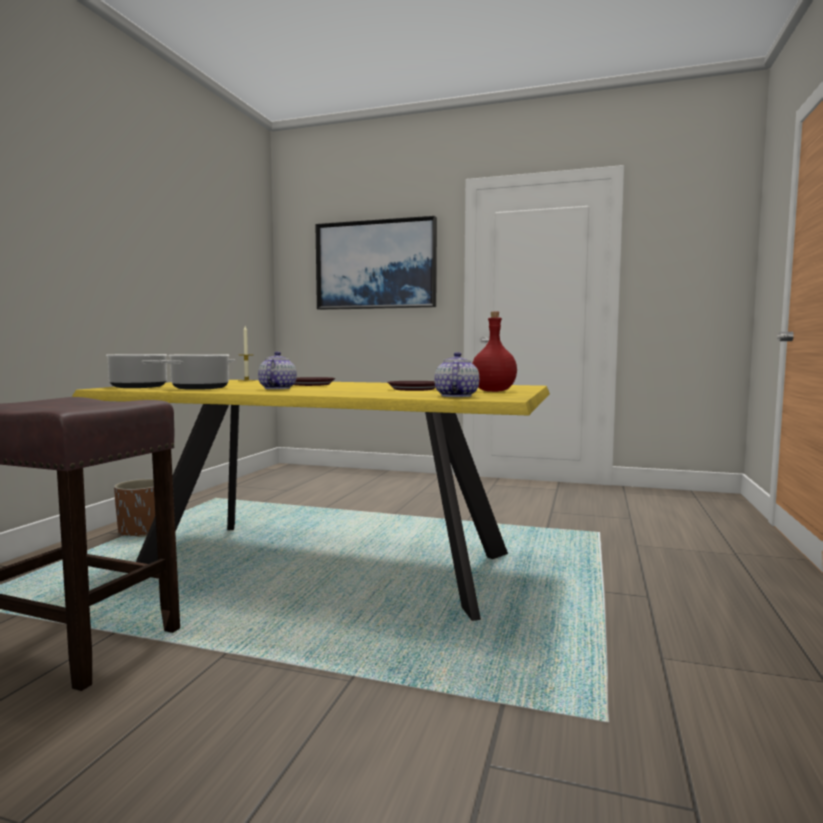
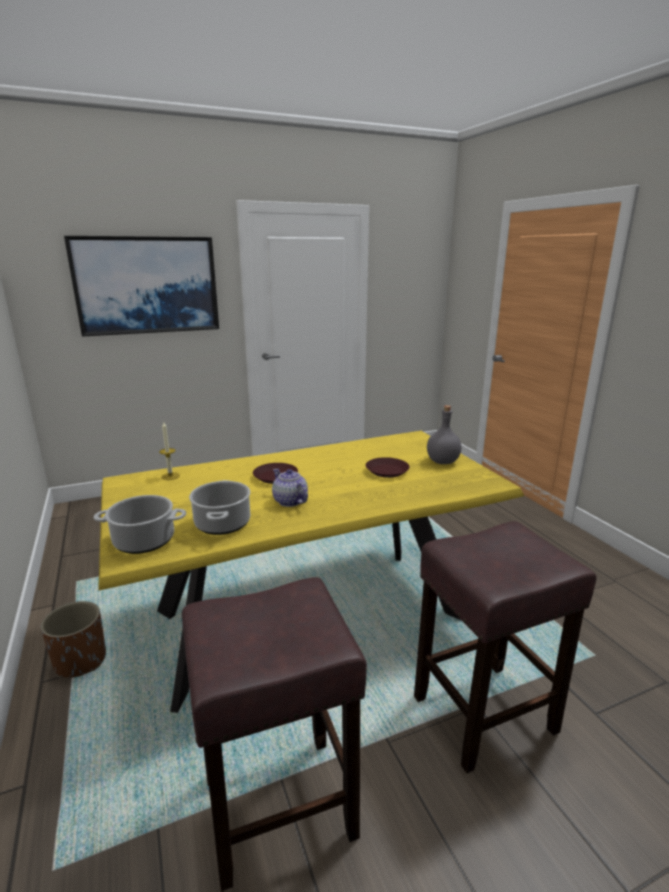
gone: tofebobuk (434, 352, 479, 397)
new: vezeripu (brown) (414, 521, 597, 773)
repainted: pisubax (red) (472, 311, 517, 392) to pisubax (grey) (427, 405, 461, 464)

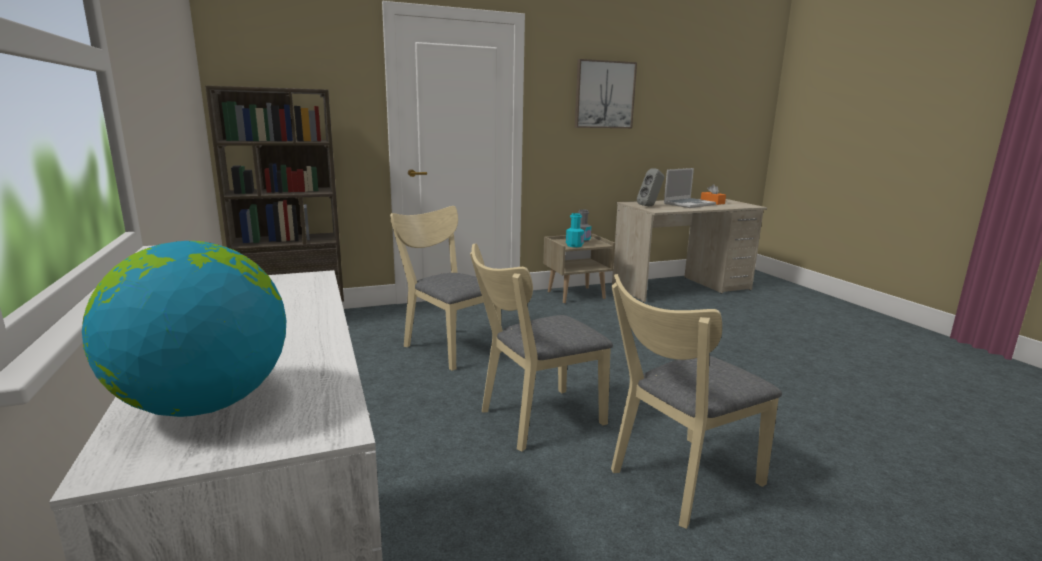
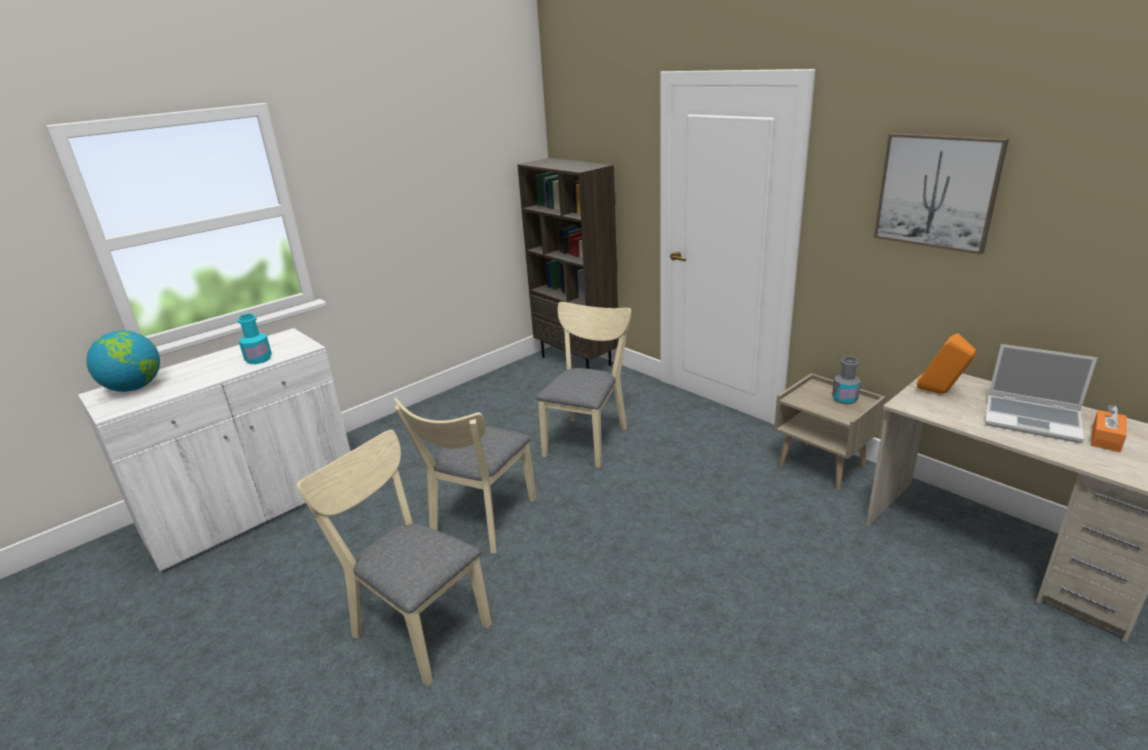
shifted: pisubax (turquoise) (566, 213, 584, 247) to (238, 314, 272, 364)
repainted: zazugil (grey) (637, 168, 664, 206) to zazugil (orange) (917, 333, 976, 394)
rotated: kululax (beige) (470, 243, 613, 452) = (394, 397, 537, 554) 105 degrees counterclockwise

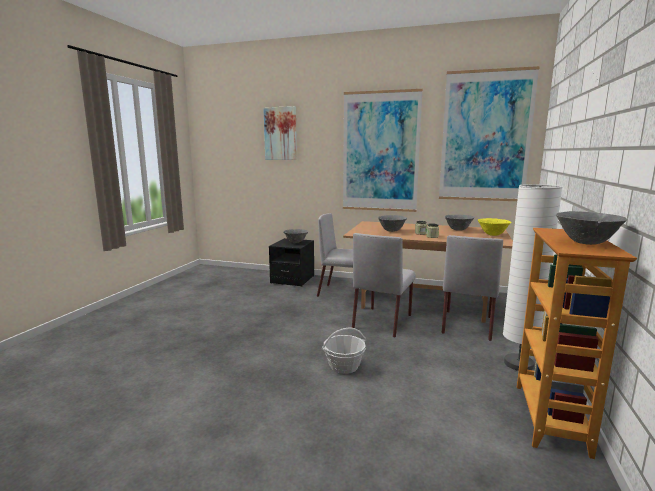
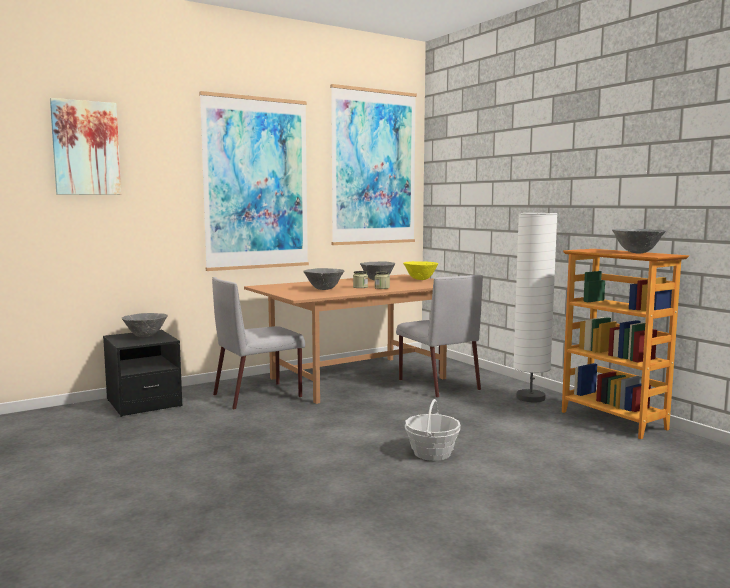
gone: kululax (grey) (352, 233, 416, 338)

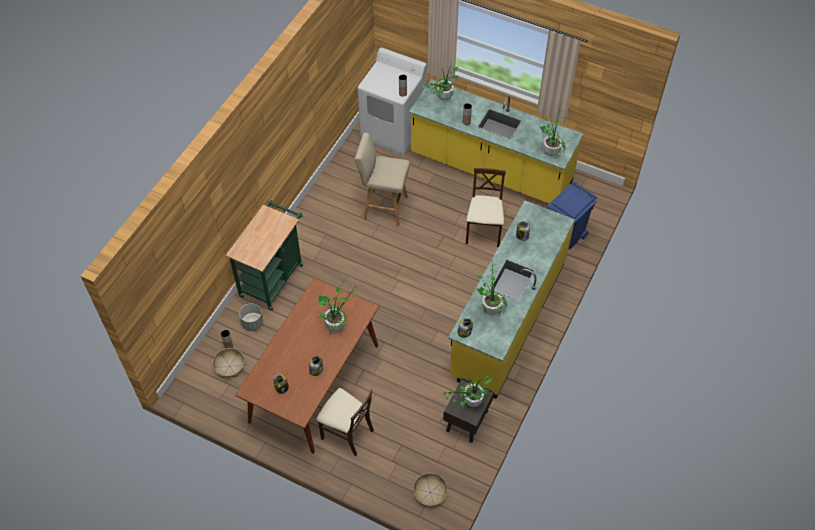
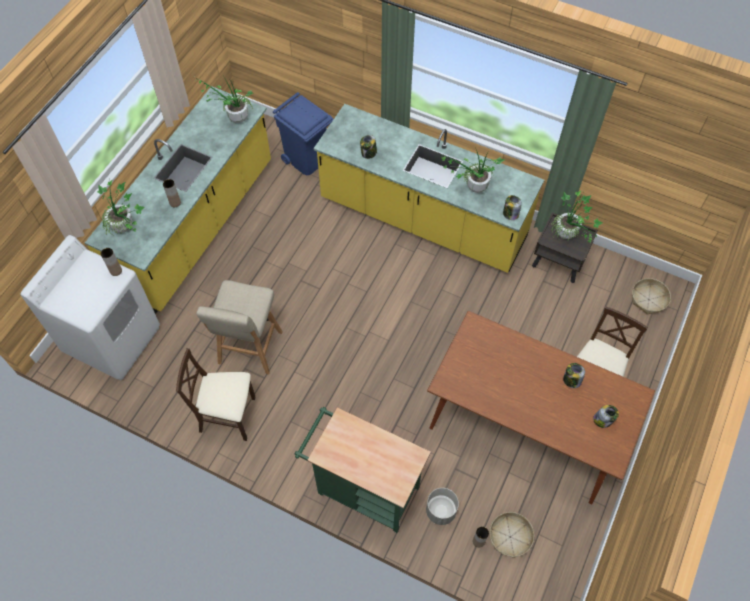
gone: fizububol (318, 284, 358, 333)
shifted: kululax (beige) (466, 168, 506, 247) to (176, 348, 256, 441)

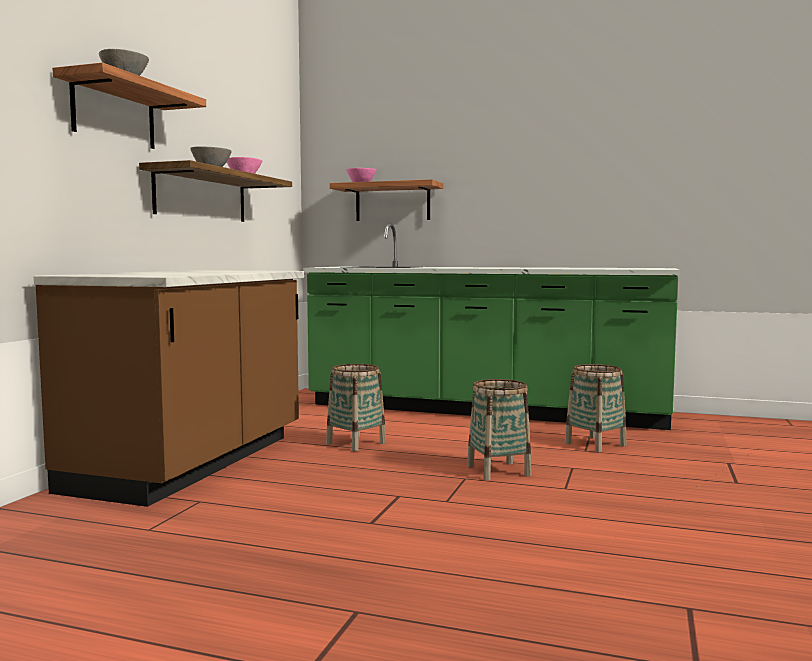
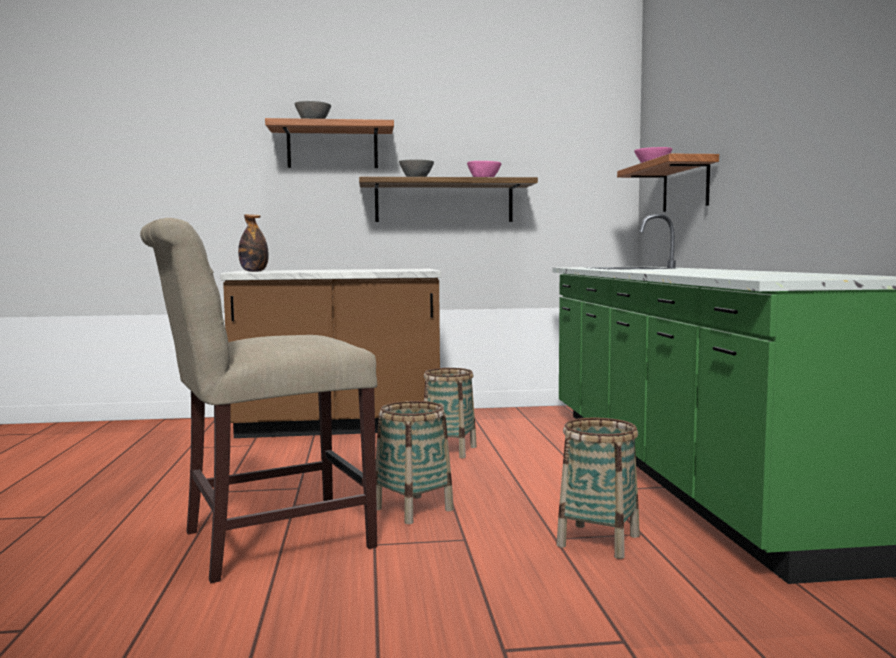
new: kululax (beige) (140, 218, 377, 583); pisubax (238, 214, 269, 272)

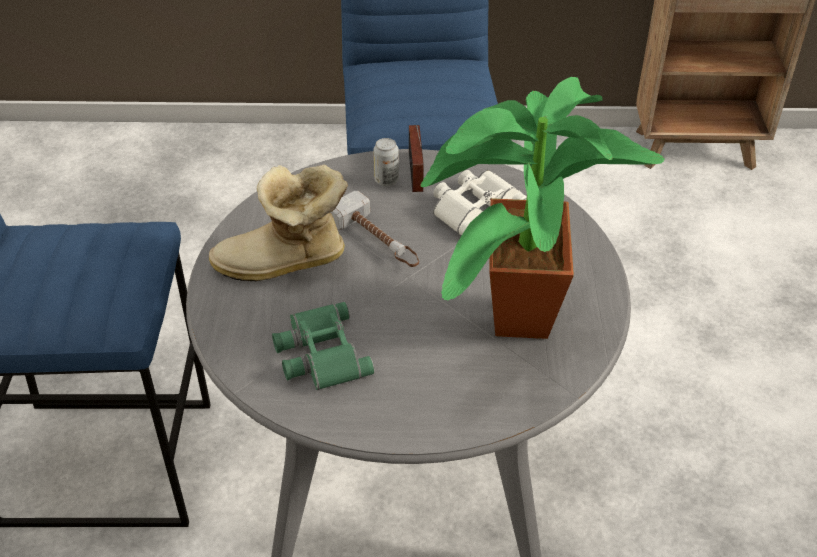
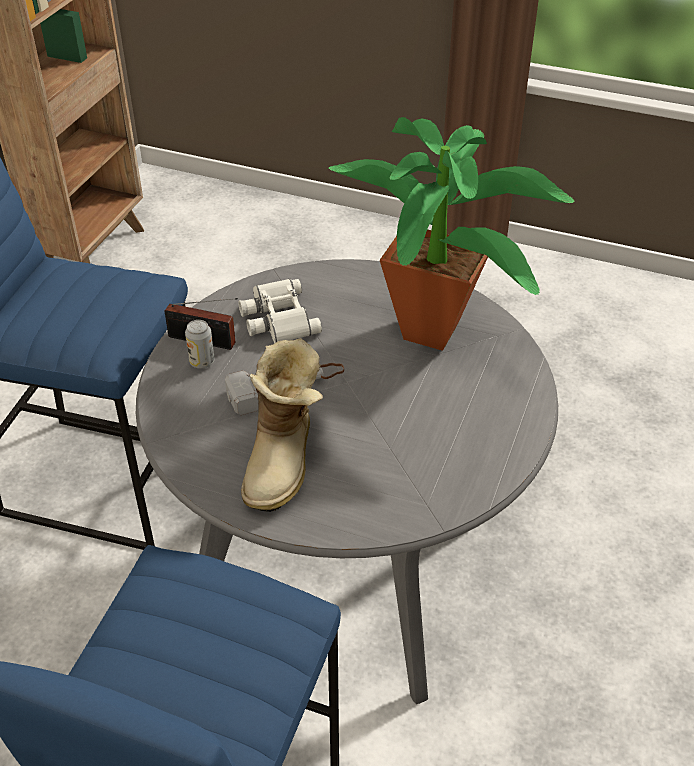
gone: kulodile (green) (272, 302, 375, 390)

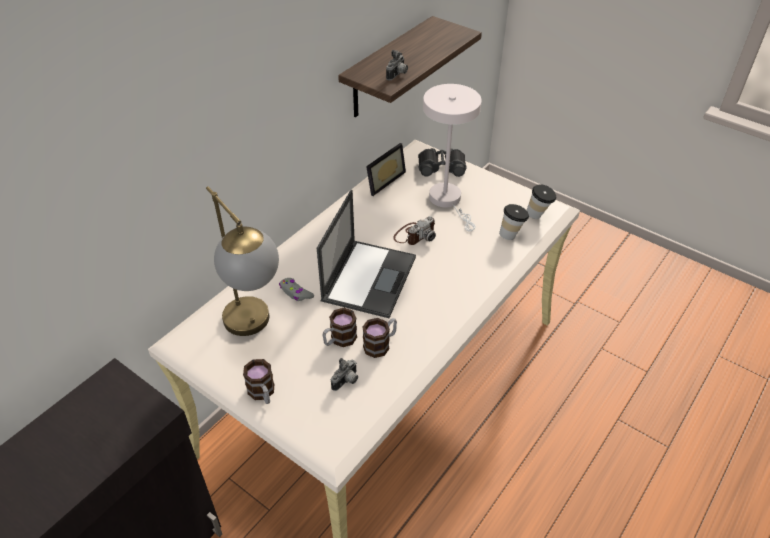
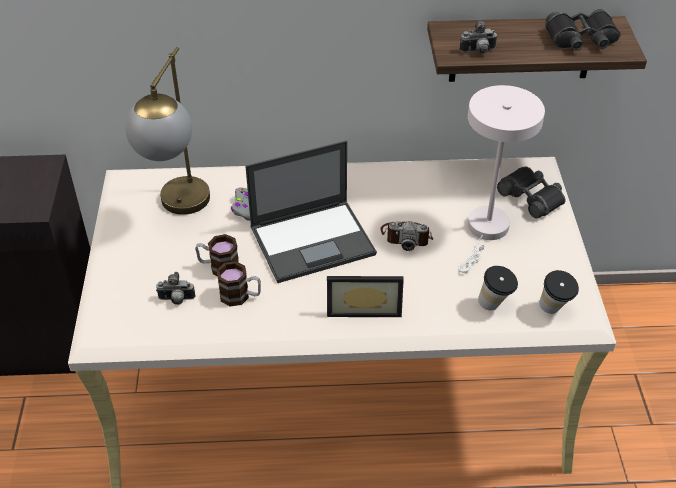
gone: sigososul (243, 359, 274, 404)
new: kulodile (black) (545, 9, 621, 50)
shifted: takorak (366, 143, 406, 196) to (327, 276, 404, 317)

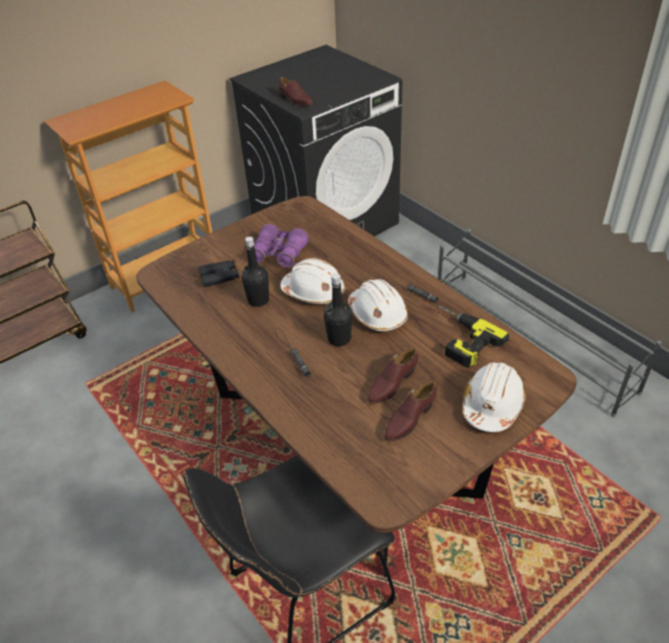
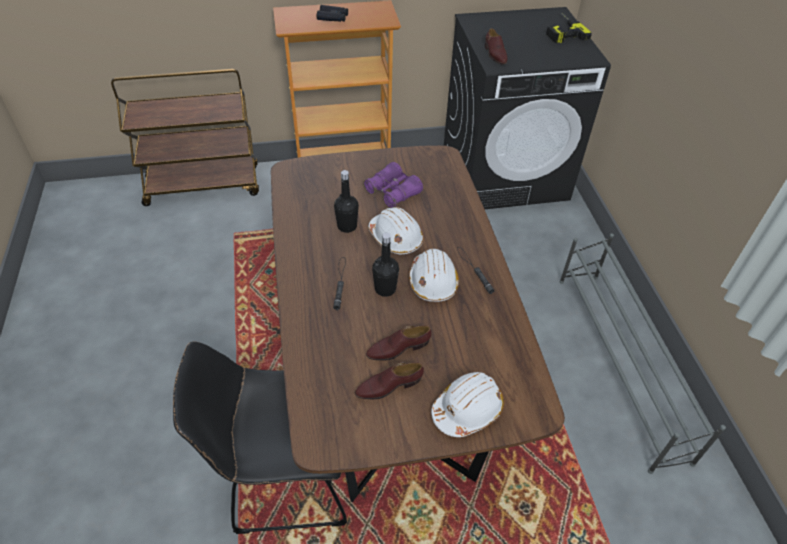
shifted: kulodile (black) (198, 259, 239, 287) to (317, 5, 348, 22); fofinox (438, 305, 509, 368) to (546, 12, 592, 43)

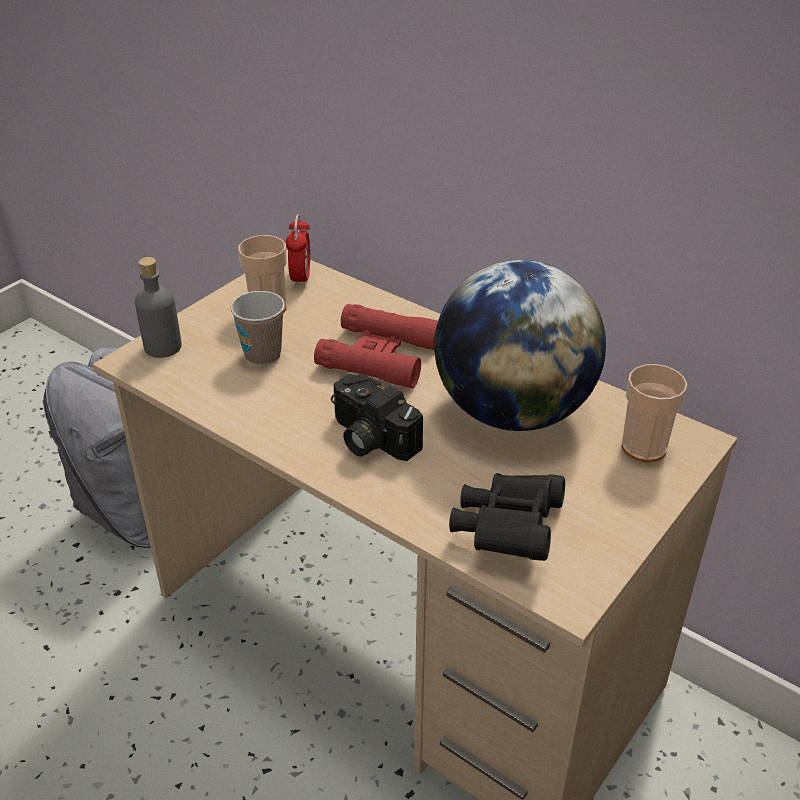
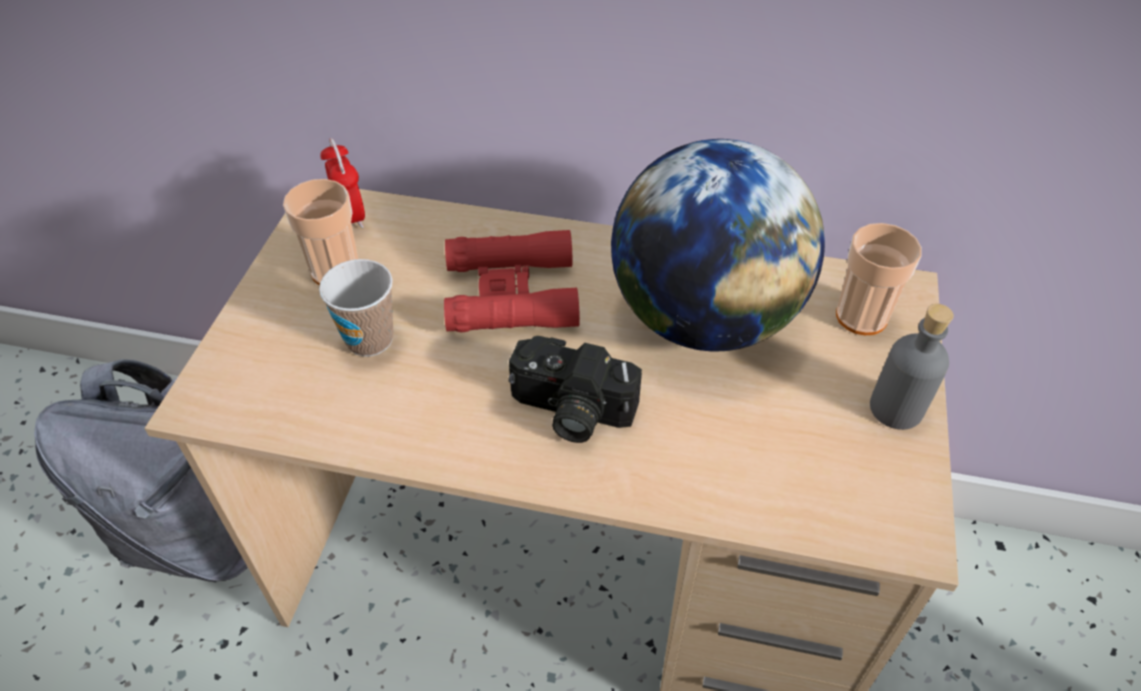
gone: kulodile (black) (449, 473, 565, 561)
shifted: pisubax (grey) (135, 257, 182, 358) to (870, 304, 954, 430)

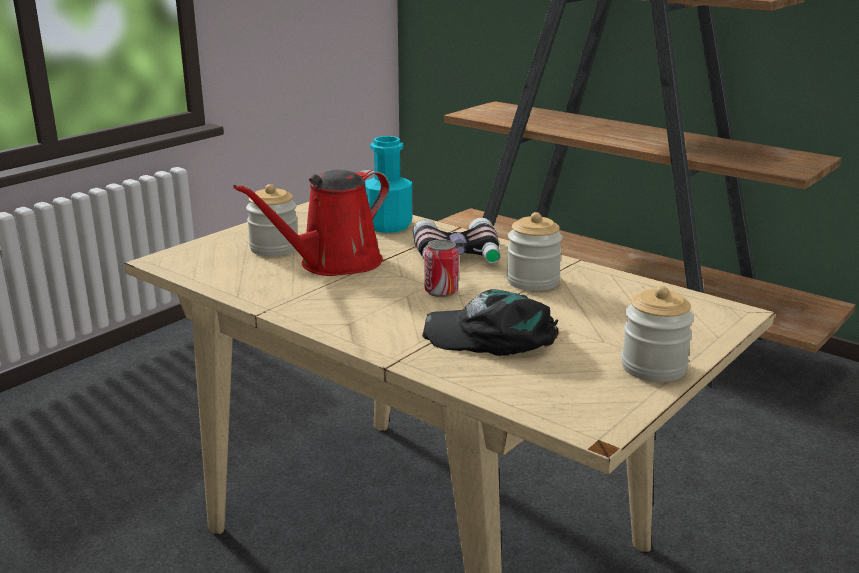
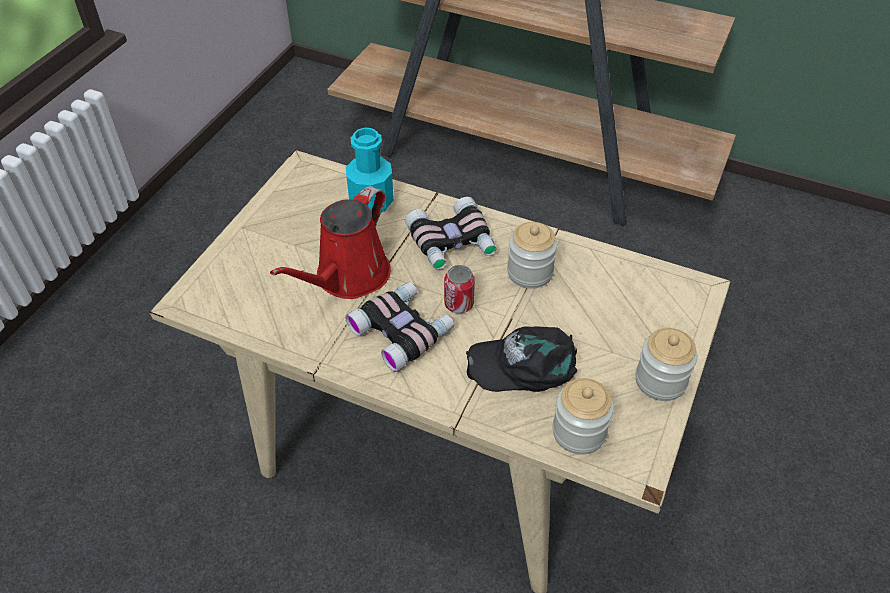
new: kulodile (345, 282, 454, 372)
shifted: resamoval (246, 184, 298, 256) to (552, 378, 614, 455)

